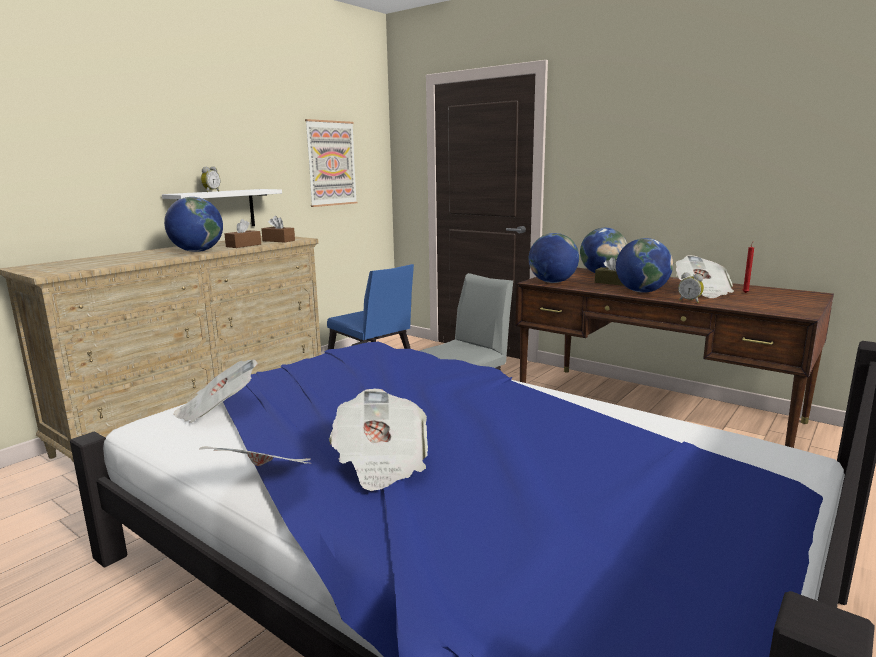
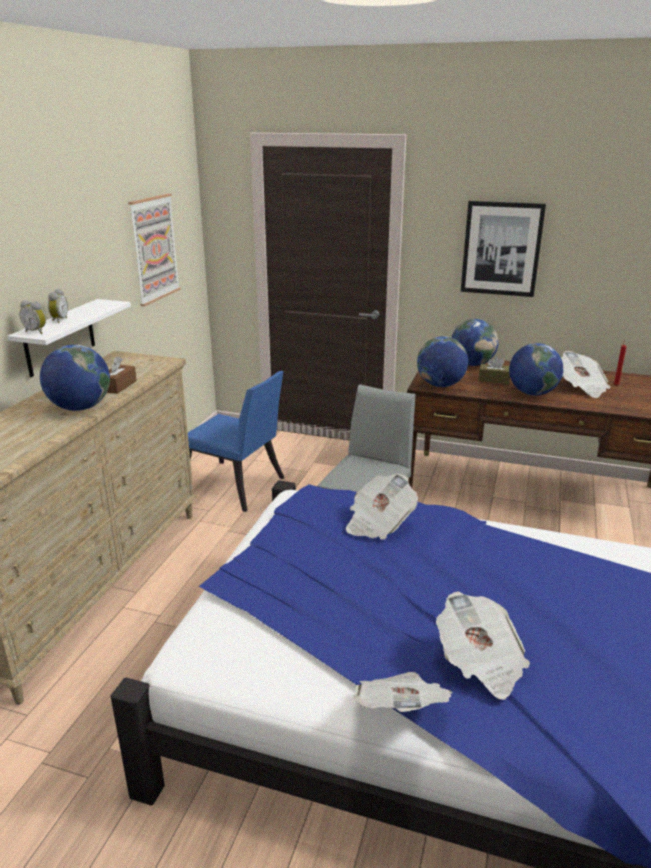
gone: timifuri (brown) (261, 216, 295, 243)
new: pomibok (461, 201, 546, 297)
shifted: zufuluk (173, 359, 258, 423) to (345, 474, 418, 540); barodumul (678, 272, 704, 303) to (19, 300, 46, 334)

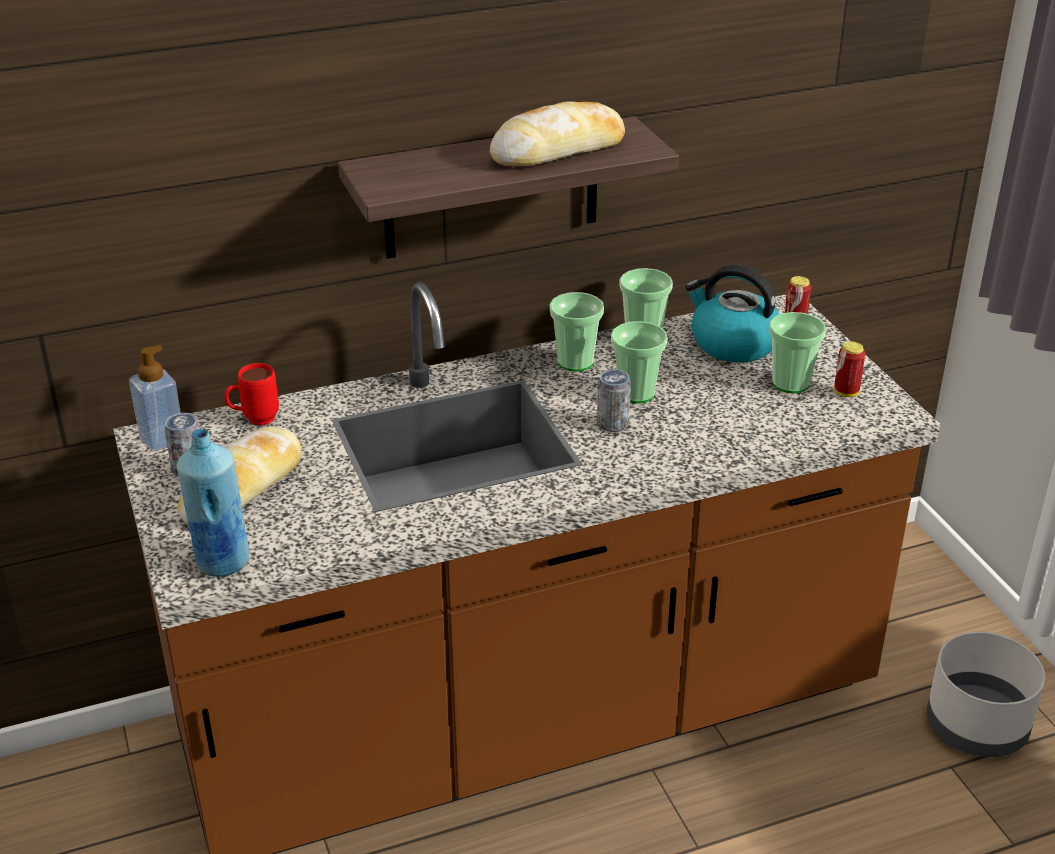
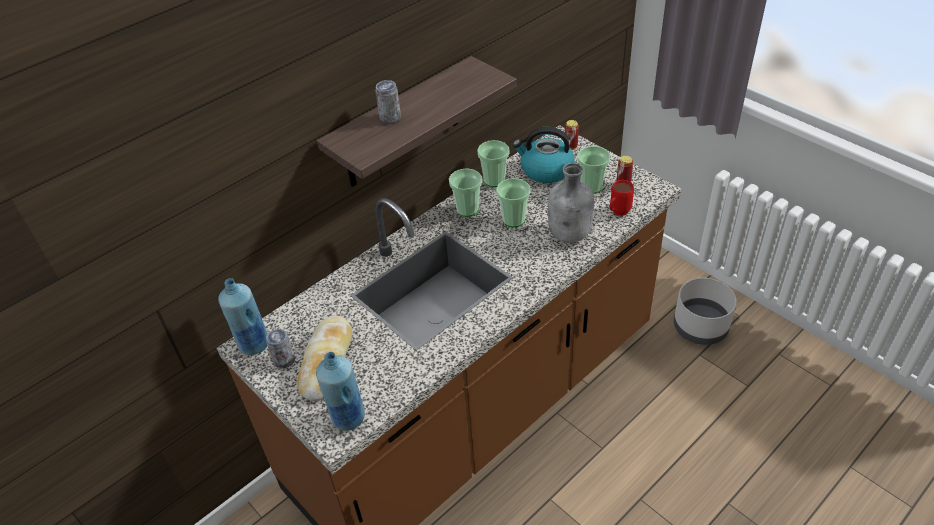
gone: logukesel (490, 101, 625, 167)
new: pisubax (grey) (548, 163, 594, 243)
shifted: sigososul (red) (224, 363, 279, 426) to (609, 180, 634, 216); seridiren (597, 369, 631, 432) to (375, 80, 401, 123)
swapped: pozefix (129, 345, 181, 451) to pisubax (blue) (218, 278, 267, 355)

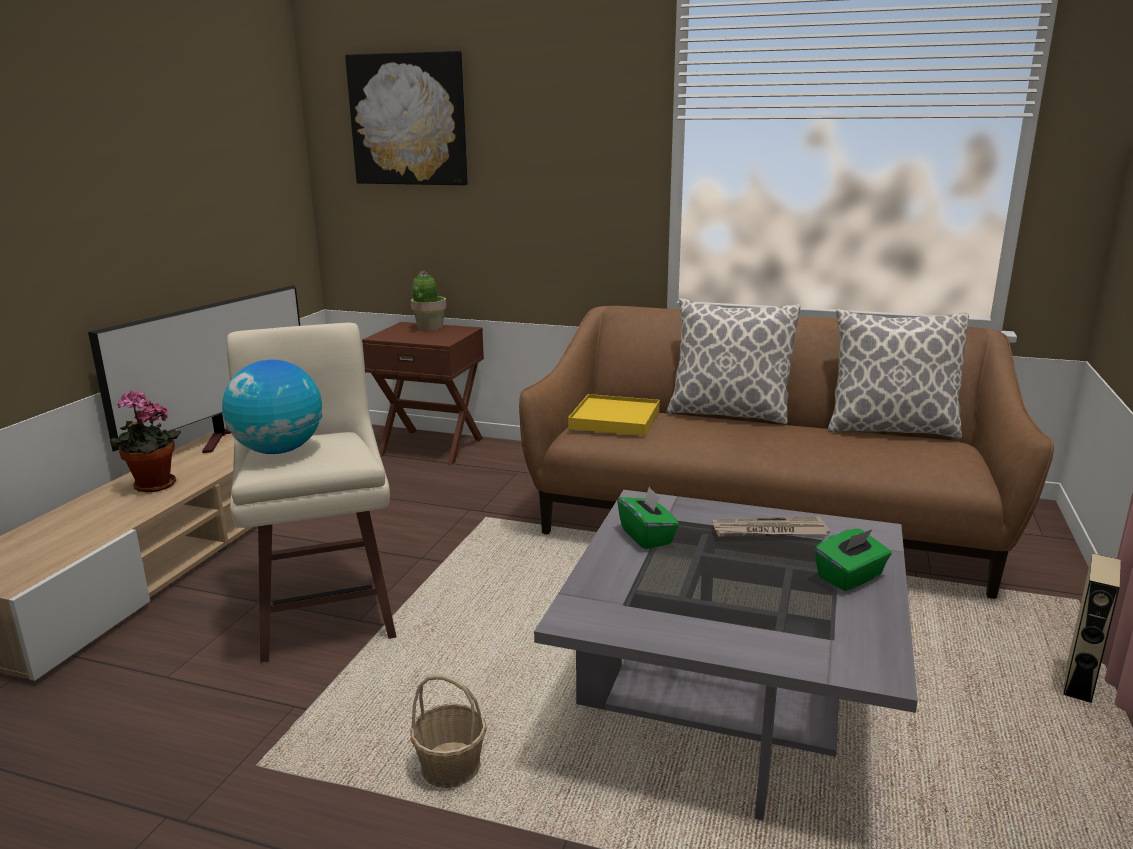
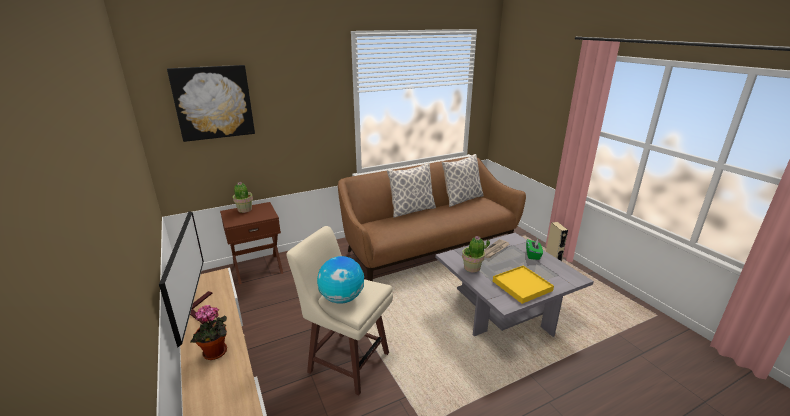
gone: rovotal (410, 674, 487, 788)
shifted: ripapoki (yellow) (568, 394, 660, 436) to (493, 265, 554, 304)
swapped: timifuri (green) (617, 487, 679, 549) to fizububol (462, 236, 490, 273)

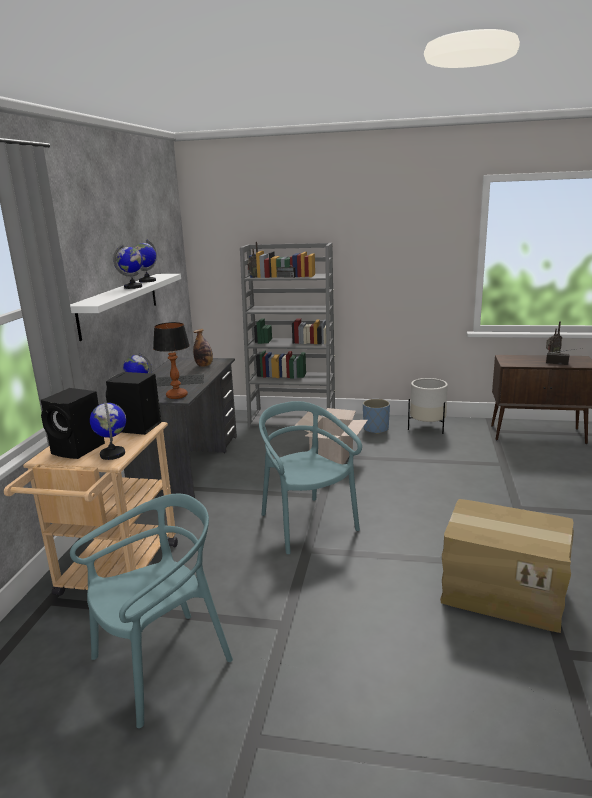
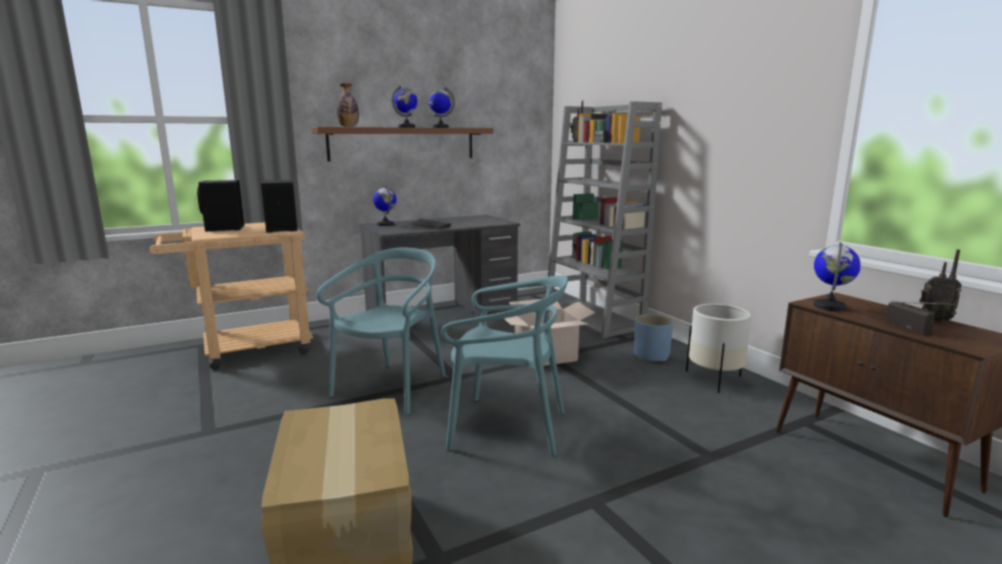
gone: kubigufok (153, 322, 190, 399)
shifted: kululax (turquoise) (70, 494, 233, 728) to (441, 275, 568, 455); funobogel (90, 402, 126, 460) to (814, 242, 861, 311); pisubax (193, 329, 213, 367) to (337, 83, 359, 127)
repainted: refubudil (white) (70, 274, 181, 341) to refubudil (brown) (312, 127, 493, 161)

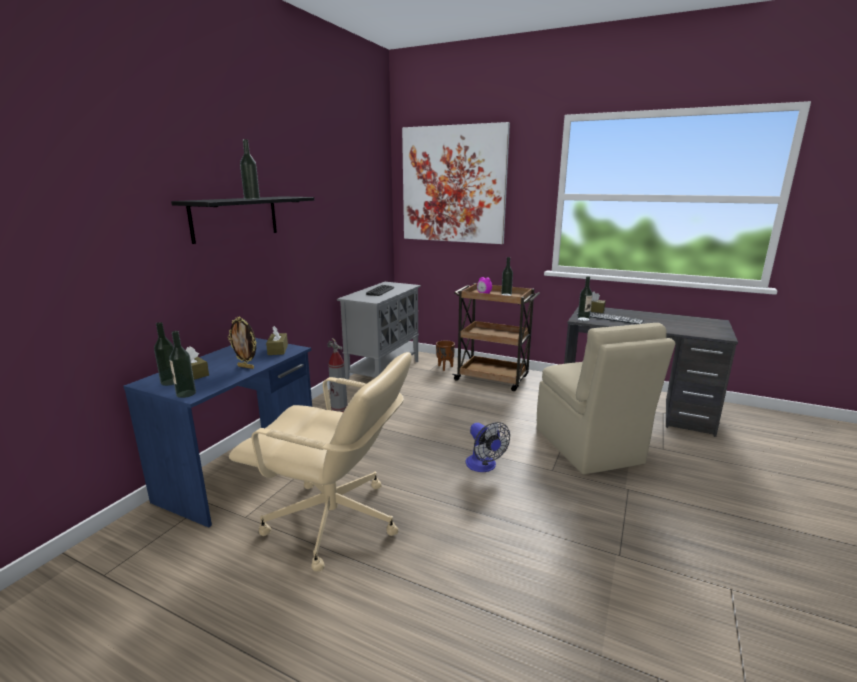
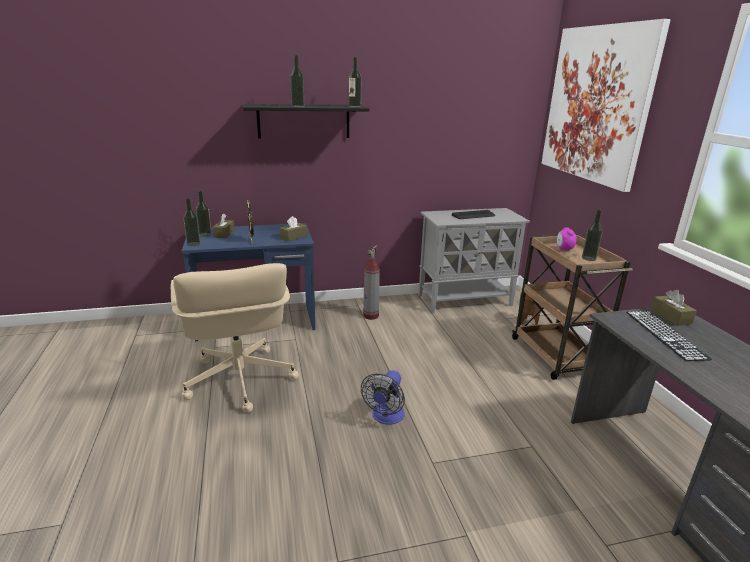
gone: kululax (beige) (537, 323, 675, 474)
shifted: pisubax (578, 276, 593, 321) to (349, 57, 361, 107)

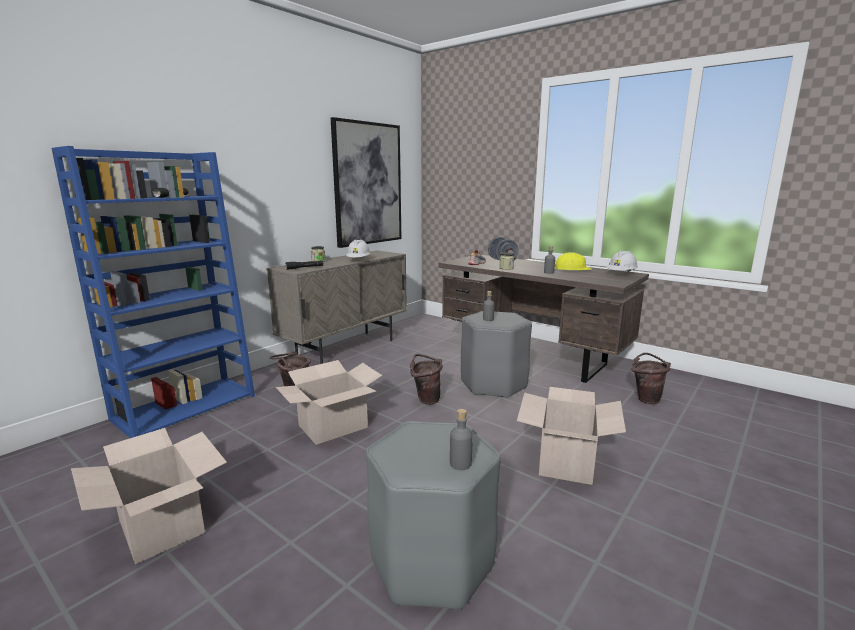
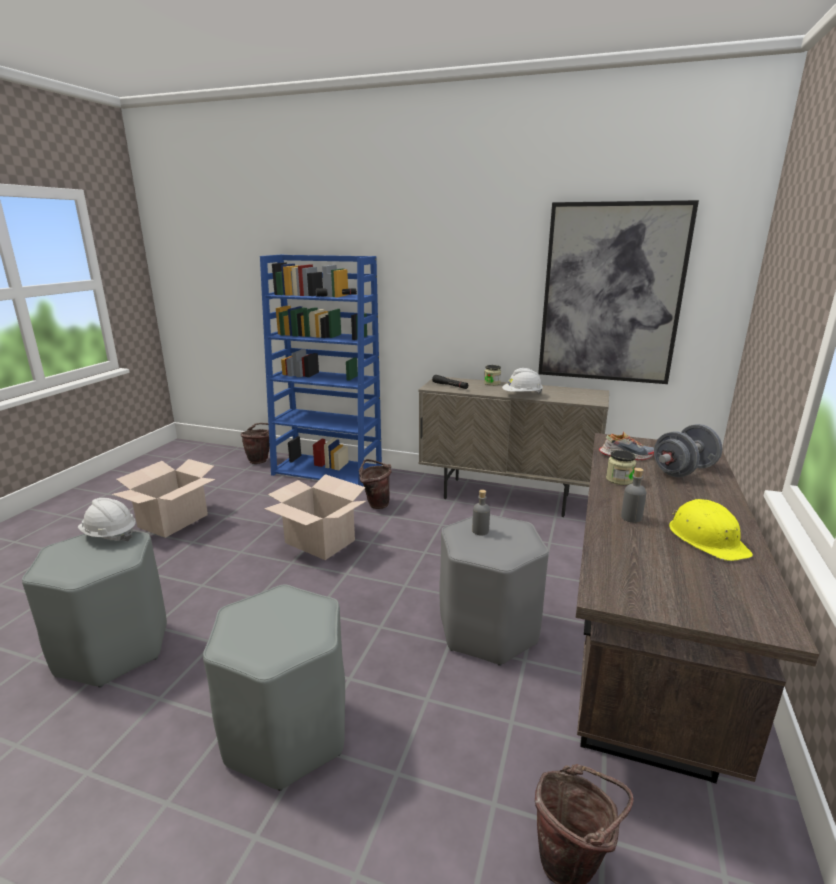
gone: pisubax (grey) (450, 409, 473, 470)
shifted: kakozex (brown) (410, 354, 443, 405) to (241, 423, 270, 464); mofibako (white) (606, 250, 638, 272) to (78, 498, 136, 542)
swapped: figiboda (517, 387, 626, 485) to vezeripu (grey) (203, 584, 345, 791)

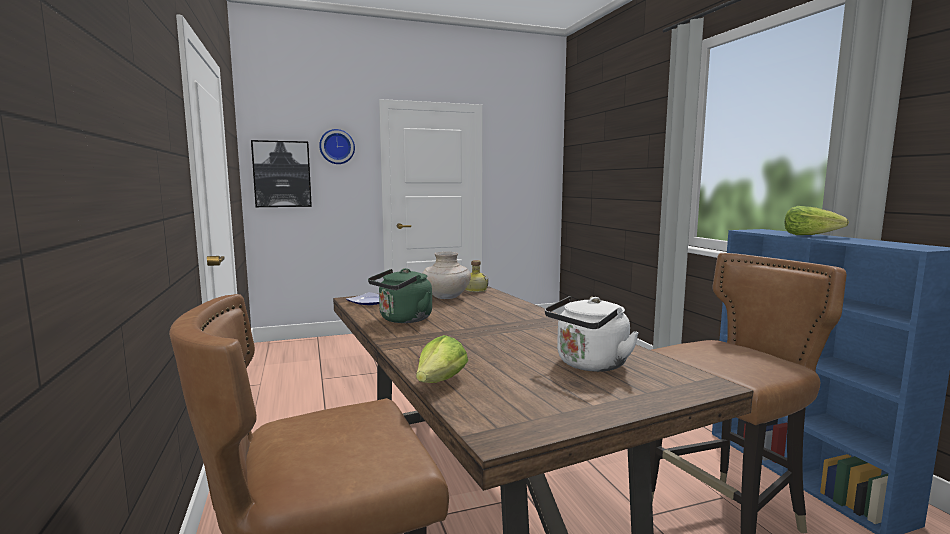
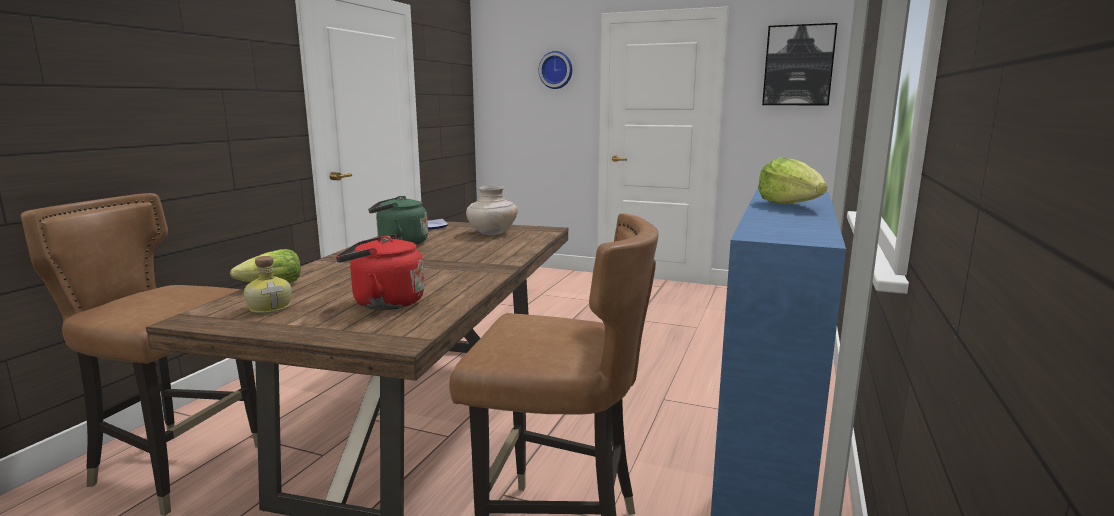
shifted: pomibok (251, 140, 312, 207) to (762, 23, 837, 105); pisubax (465, 260, 488, 292) to (244, 256, 292, 313)
repainted: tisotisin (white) (545, 296, 639, 372) to tisotisin (red) (336, 234, 425, 310)

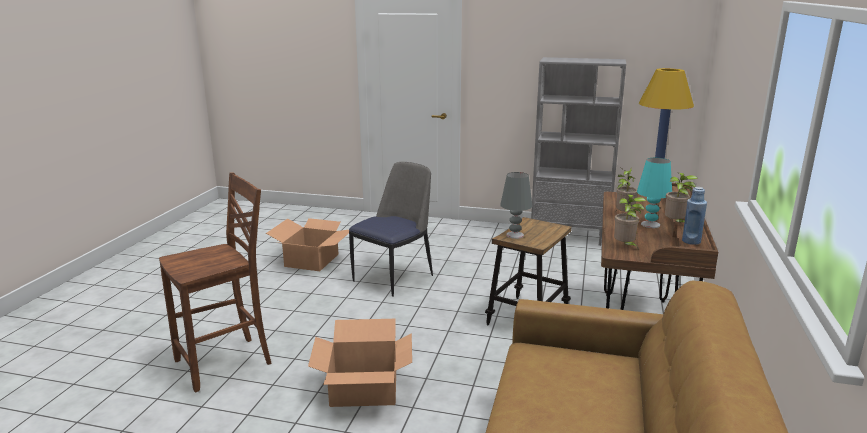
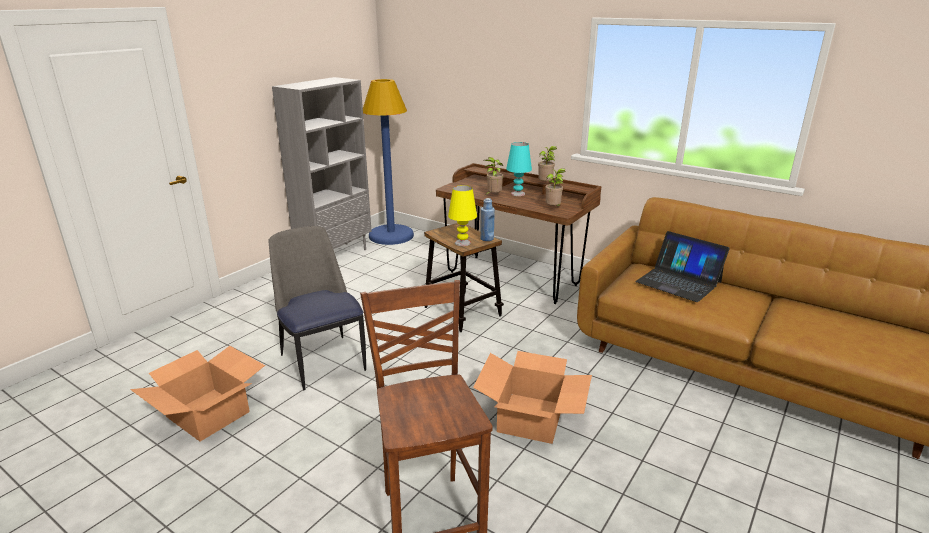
new: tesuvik (635, 231, 730, 302)
shifted: pisubax (blue) (682, 187, 707, 245) to (480, 198, 495, 241)
repainted: kubigufok (grey) (500, 172, 532, 239) to kubigufok (yellow) (448, 185, 477, 246)

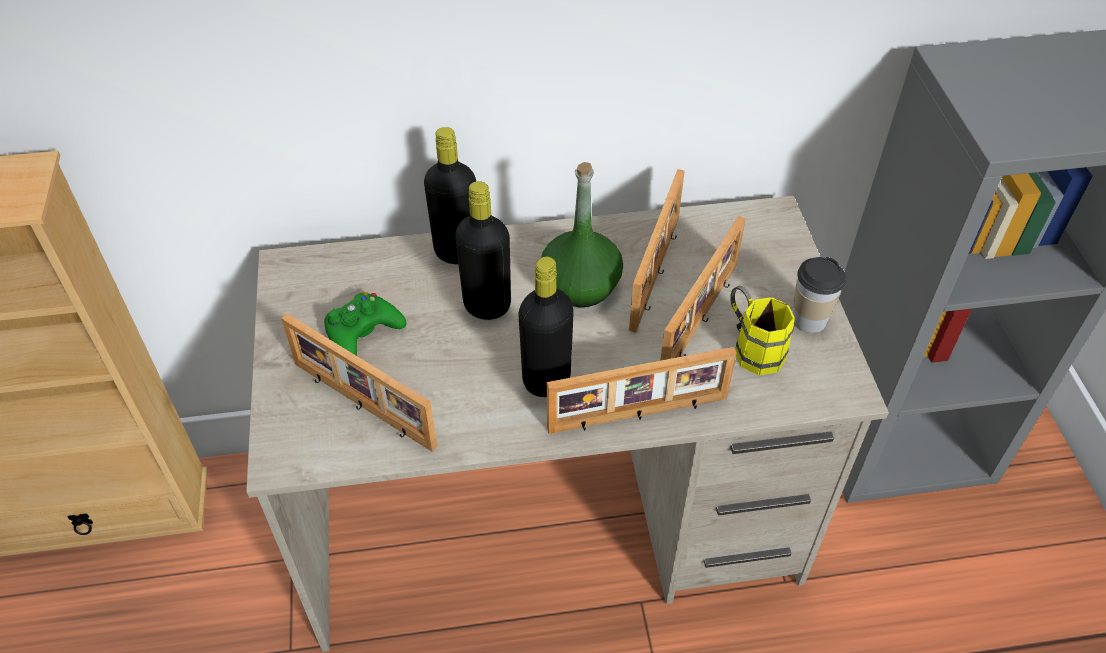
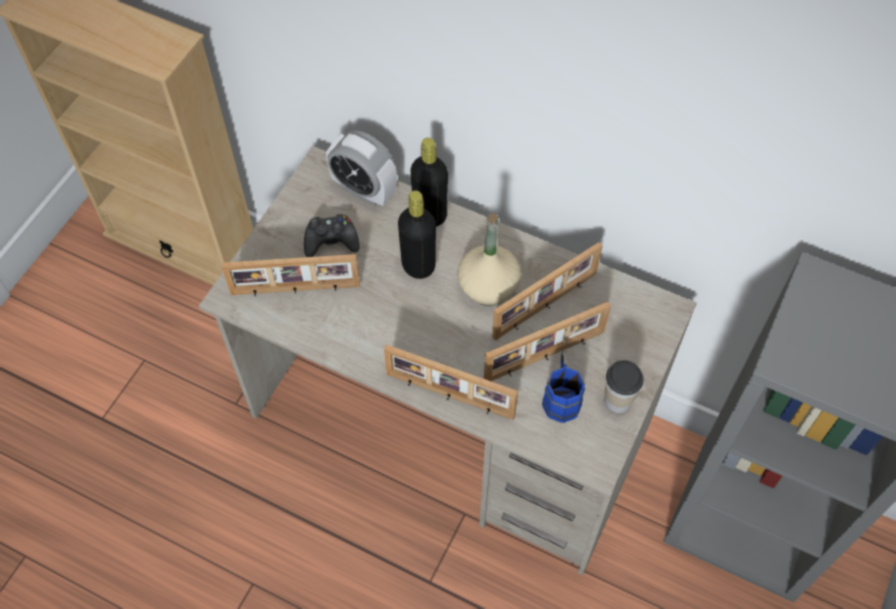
gone: pisubax (black) (519, 257, 574, 397)
new: barodumul (326, 130, 397, 206)
repainted: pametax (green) (324, 292, 406, 356) to pametax (black) (304, 214, 360, 257); pisubax (green) (541, 162, 623, 307) to pisubax (beige) (458, 213, 521, 306); sigososul (yellow) (730, 286, 795, 375) to sigososul (blue) (542, 351, 585, 423)
rotated: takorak (281, 314, 438, 452) = (222, 254, 360, 296) 75 degrees counterclockwise

